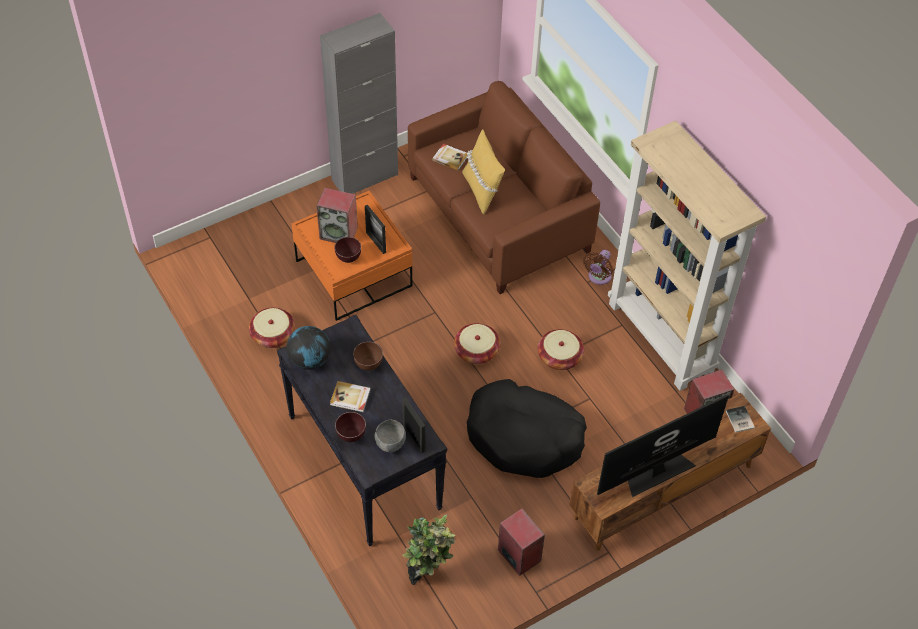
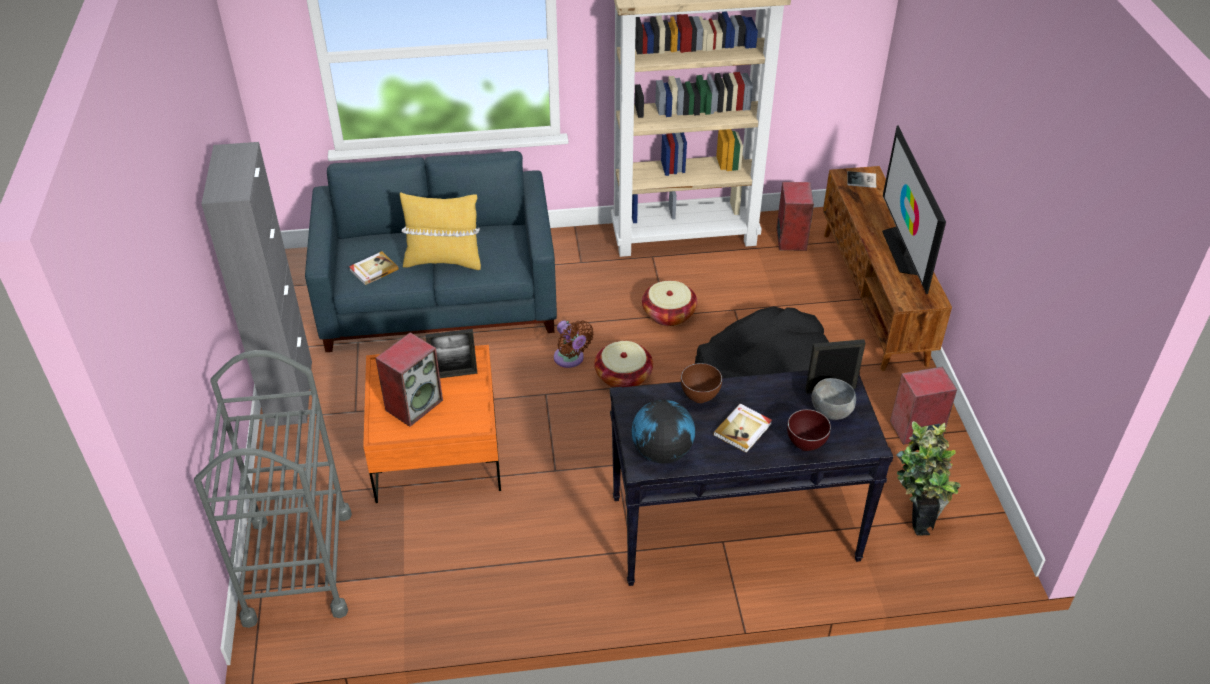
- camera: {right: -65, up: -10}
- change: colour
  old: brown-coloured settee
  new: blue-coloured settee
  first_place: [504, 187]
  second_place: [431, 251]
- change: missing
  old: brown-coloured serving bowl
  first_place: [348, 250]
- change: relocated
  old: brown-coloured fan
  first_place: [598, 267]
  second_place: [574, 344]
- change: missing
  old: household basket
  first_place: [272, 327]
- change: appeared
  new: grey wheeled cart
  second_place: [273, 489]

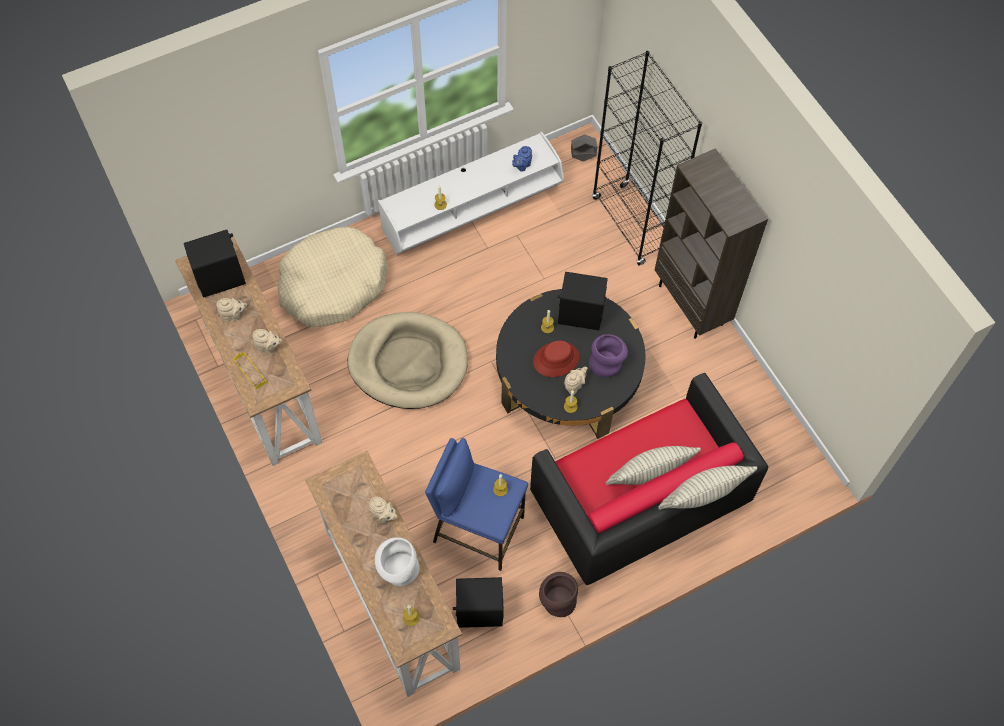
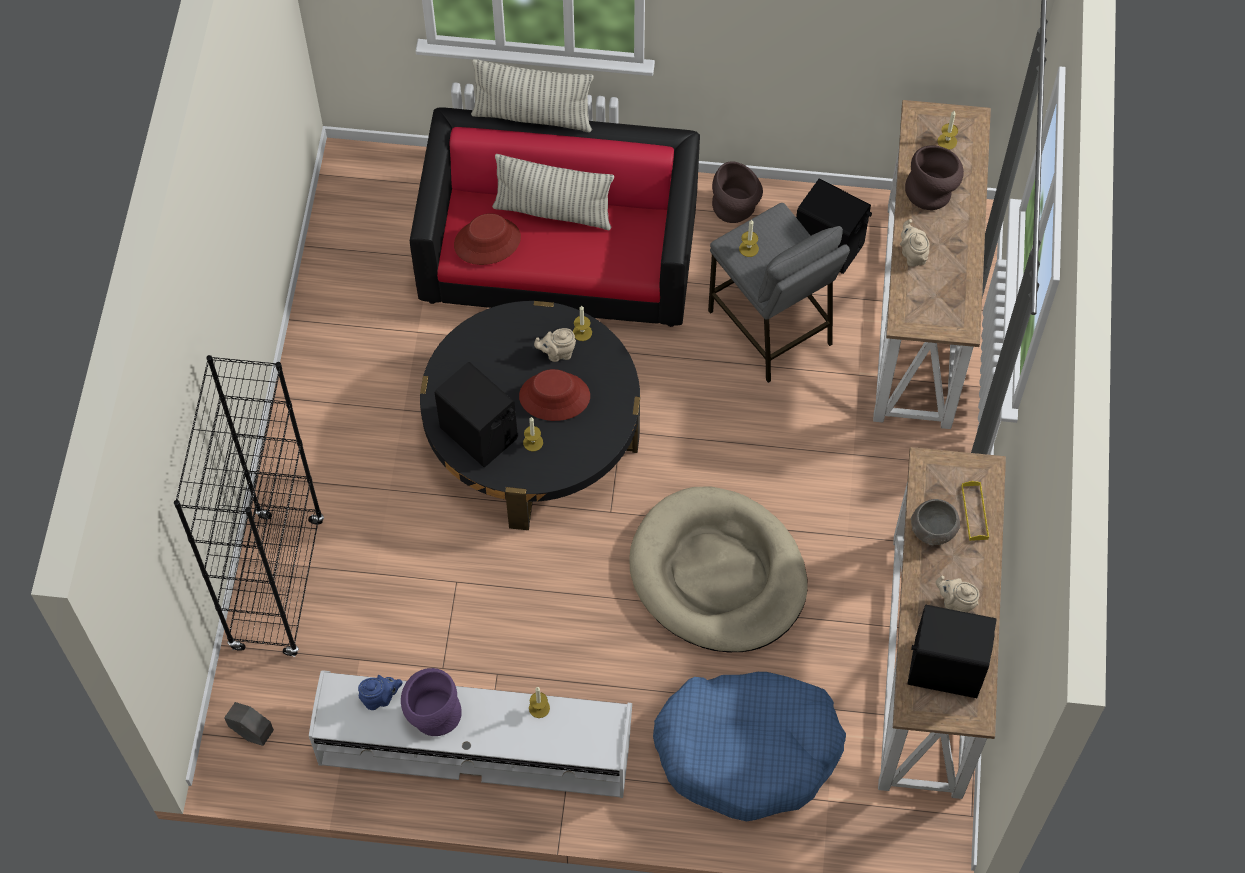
- camera: {right: -145, up: 0}
- change: missing
  old: brown-coloured bookcase
  first_place: [711, 243]
- change: colour
  old: sand-coloured dog cushion
  new: blue-coloured dog cushion
  first_place: [333, 277]
  second_place: [749, 746]
- change: exchanged
  old: sand-coloured pot for tea
  new: grey serving bowl
  first_place: [268, 341]
  second_place: [935, 522]
- change: relocated
  old: purple vase
  first_place: [608, 355]
  second_place: [431, 702]
- change: colour
  old: blue-coloured stool seat
  new: grey stool seat
  first_place: [476, 504]
  second_place: [779, 293]
- change: colour
  old: white vase
  new: brown-coloured vase
  first_place: [397, 561]
  second_place: [934, 177]
- change: appeared
  new: red-coloured clothing hat
  second_place: [487, 239]

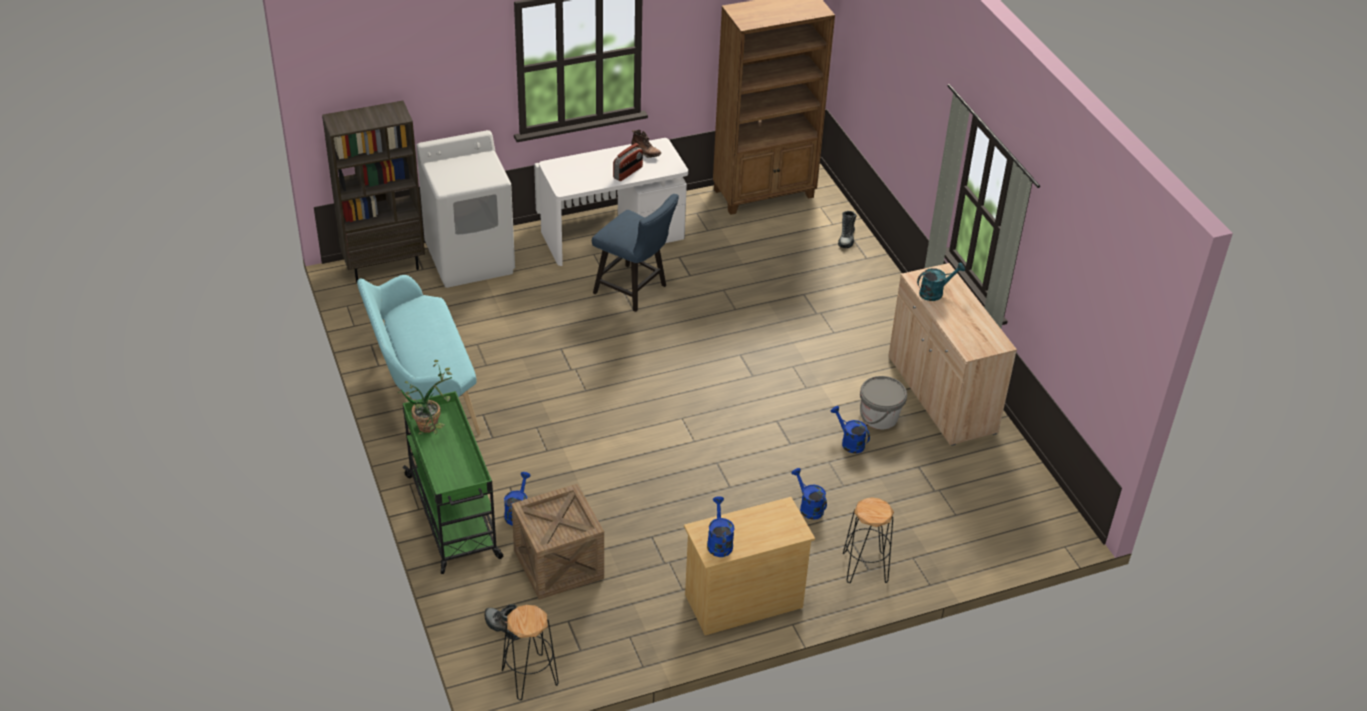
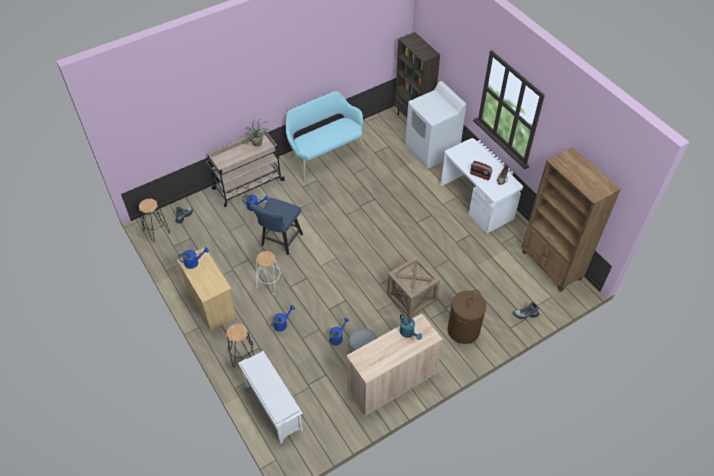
- camera: {right: 80, up: 10}
- change: relocated
  old: blue-coloured chair
  first_place: [635, 253]
  second_place: [276, 226]
- change: colour
  old: green wheeled cart
  new: sand-coloured wheeled cart
  first_place: [452, 482]
  second_place: [245, 168]
- change: relocated
  old: crate
  first_place: [558, 542]
  second_place: [413, 287]
- change: appeared
  new: white stool seat
  second_place: [269, 273]
- change: appeared
  new: brown-coloured hamper
  second_place: [467, 317]
- change: appeared
  new: white shoe shelf
  second_place: [270, 397]

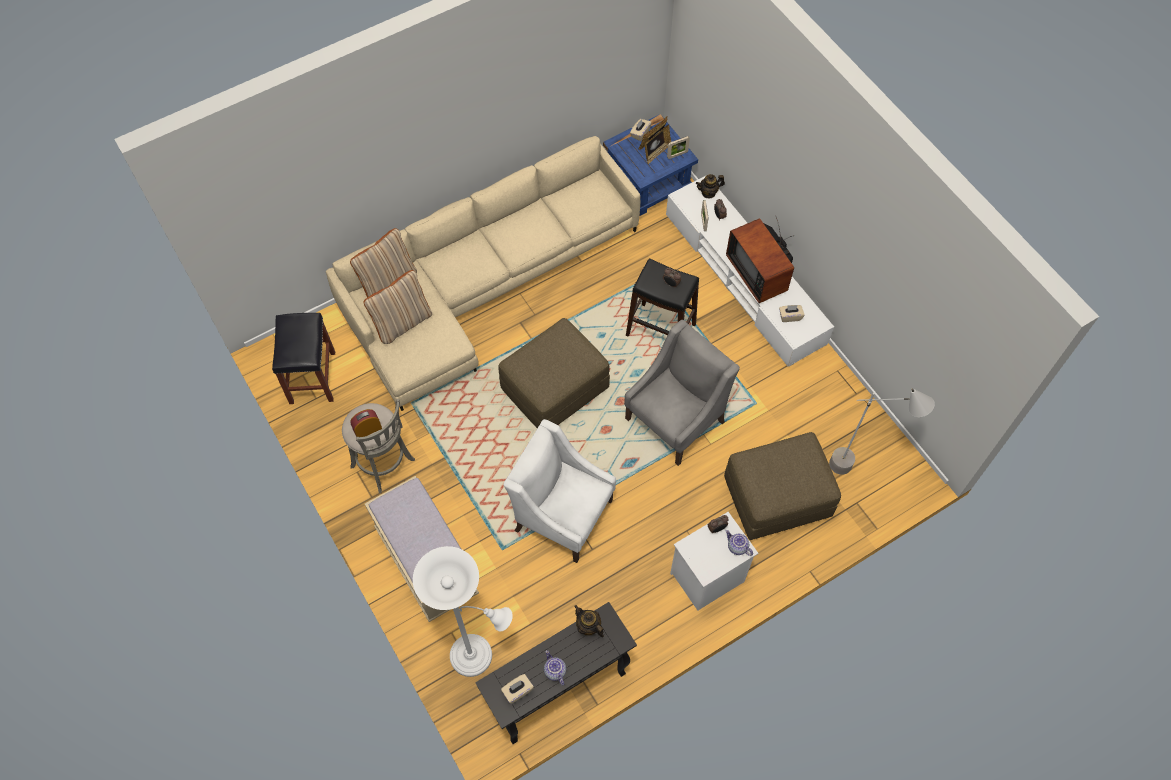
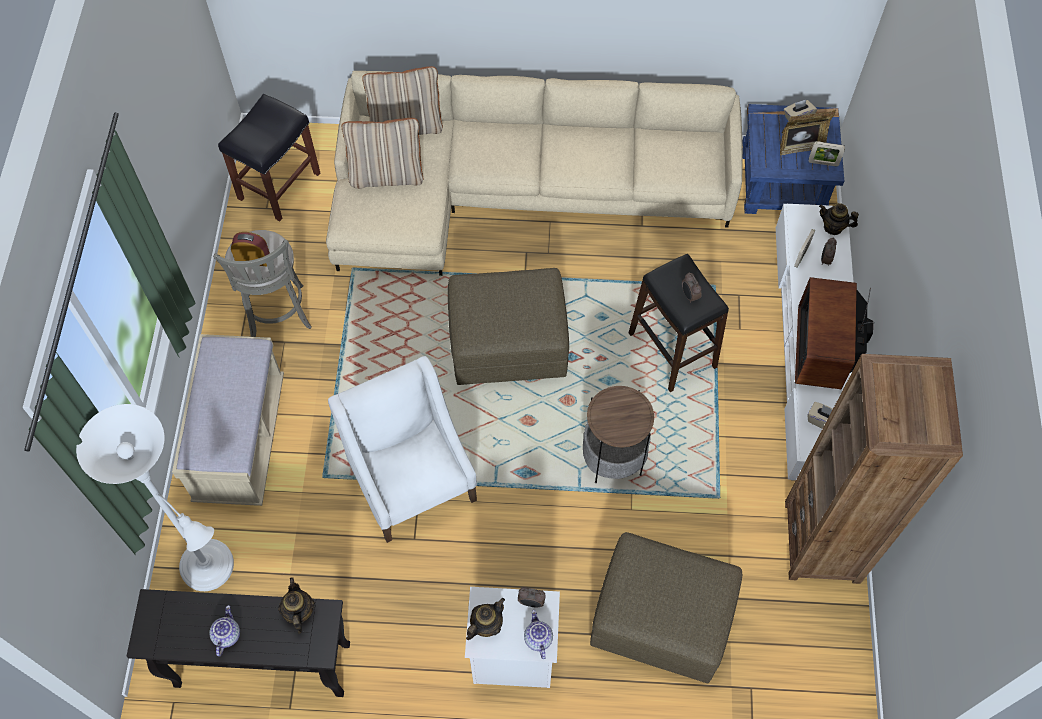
- camera: {right: 35, up: 0}
- change: exchanged
  old: grey easy chair
  new: side table
  first_place: [682, 393]
  second_place: [618, 434]
- change: missing
  old: grey standing lamp
  first_place: [882, 431]
- change: missing
  old: sand-coloured tissue box
  first_place: [517, 689]
- change: appeared
  new: brown-coloured bookcase
  second_place: [874, 469]
- change: appeared
  new: pot for tea
  second_place: [485, 619]

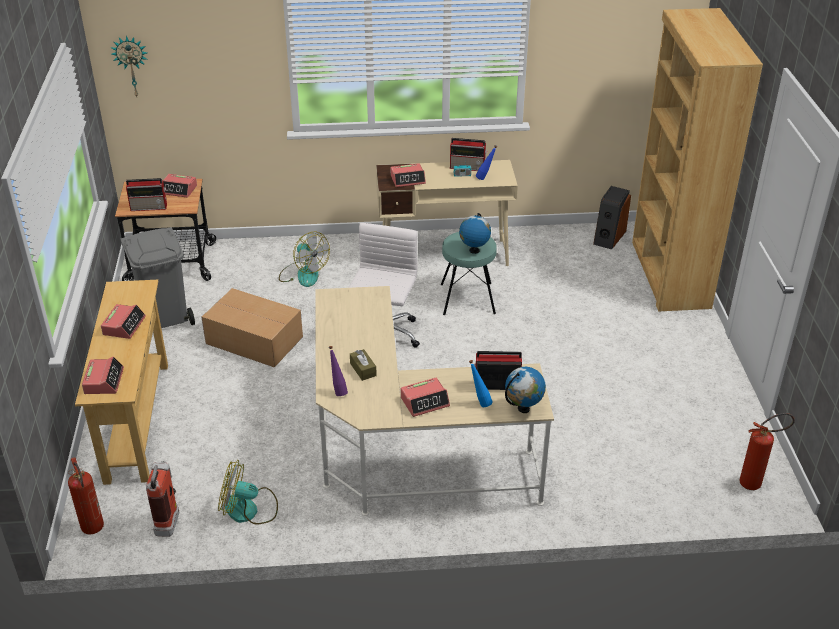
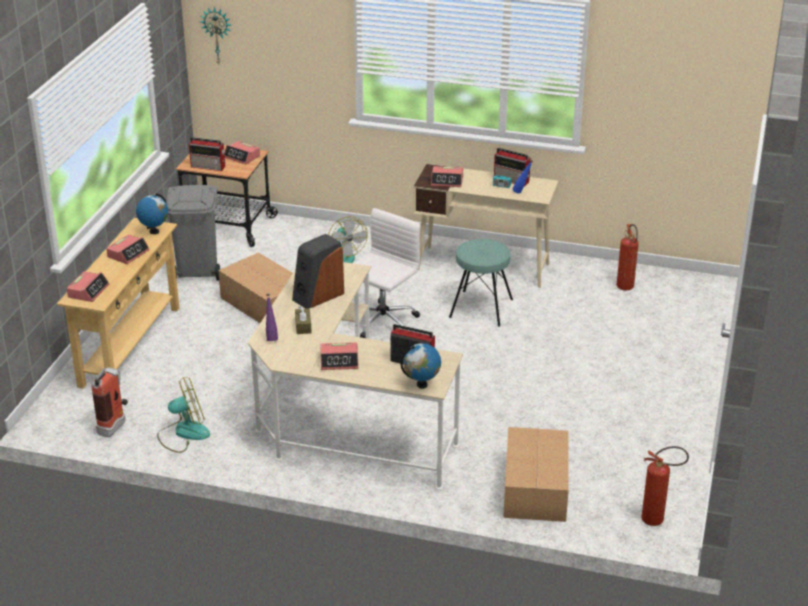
- camera: {right: 20, up: -5}
- change: missing
  old: brown-coloured bookcase
  first_place: [697, 160]
- change: relocated
  old: audio speaker
  first_place: [612, 217]
  second_place: [318, 271]
- change: relocated
  old: globe
  first_place: [475, 233]
  second_place: [152, 213]
- change: missing
  old: blue-coloured bottle
  first_place: [481, 383]
- change: relocated
  old: fire-fighting cylinder
  first_place: [86, 495]
  second_place: [628, 257]
- change: spun
  old: fan
  first_place: [248, 492]
  second_place: [183, 415]
  degrees: 135
- change: appeared
  new: packing box
  second_place: [536, 474]

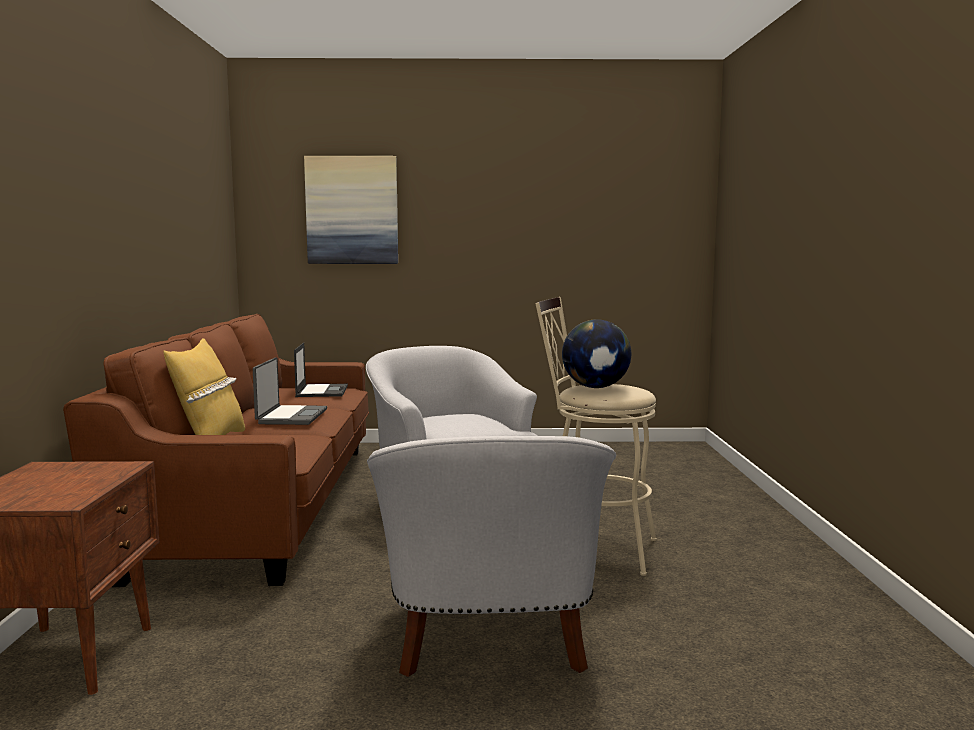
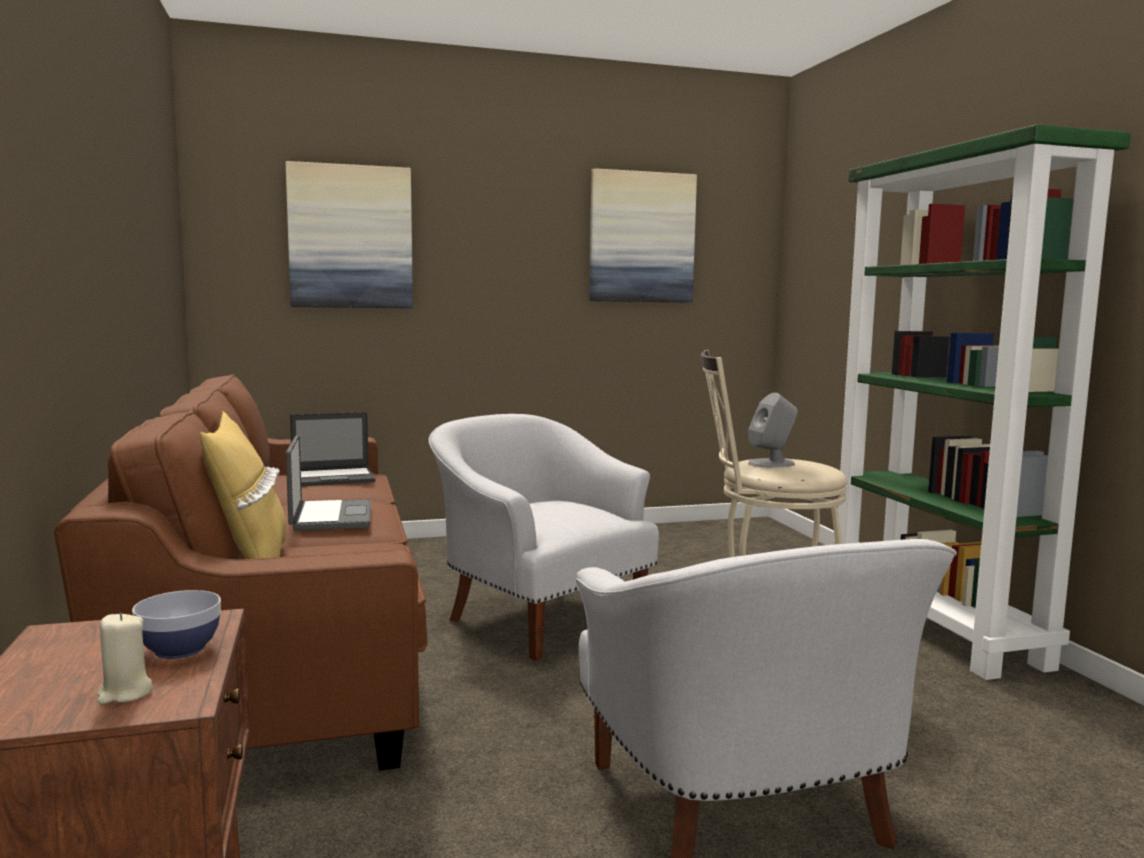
- camera: {right: -15, up: 0}
- change: exchanged
  old: globe
  new: grey audio speaker
  first_place: [596, 353]
  second_place: [773, 430]
- change: spun
  old: notebook computer
  first_place: [321, 370]
  second_place: [332, 449]
  degrees: 90
- change: appeared
  new: green bookcase
  second_place: [984, 402]
- change: appeared
  new: wall picture
  second_place: [643, 235]
- change: appeared
  new: serving bowl
  second_place: [176, 624]
- change: appeared
  new: sand-coloured wax light
  second_place: [125, 658]

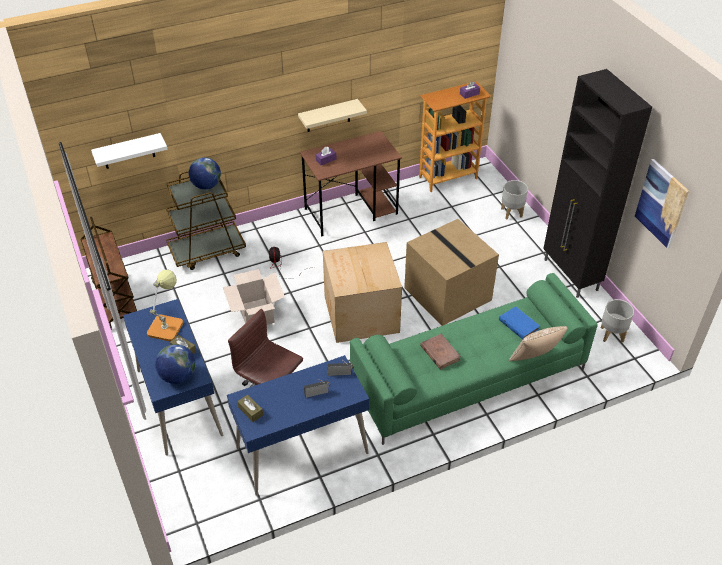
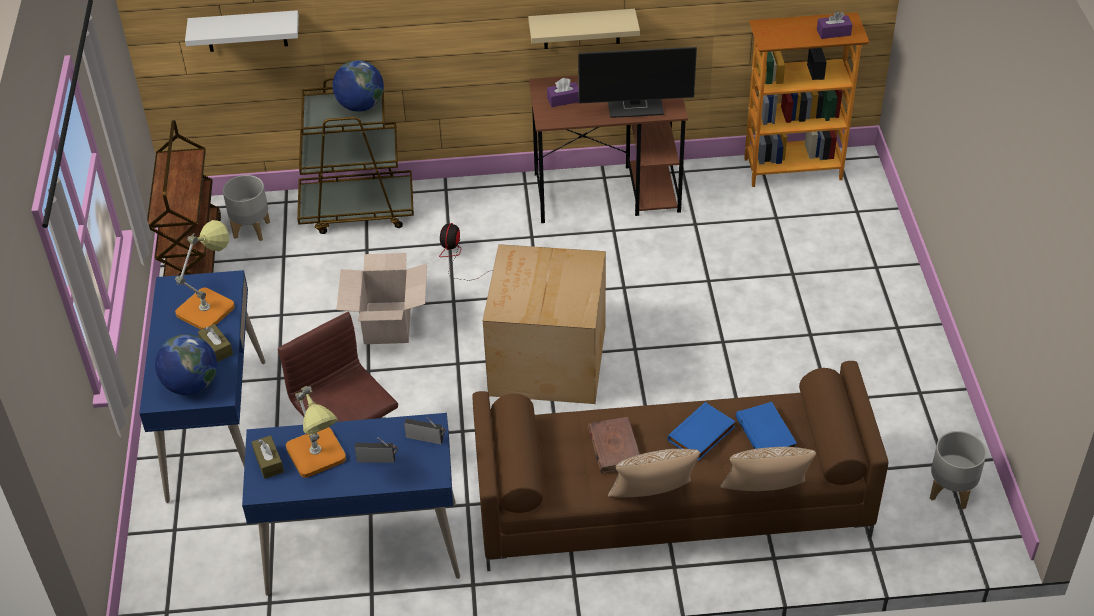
- camera: {right: 20, up: 0}
- change: missing
  old: blackish cabinet
  first_place: [597, 183]
- change: missing
  old: wall picture
  first_place: [662, 204]
- change: relocated
  old: grey planter
  first_place: [514, 199]
  second_place: [246, 208]
- change: missing
  old: packing box
  first_place: [451, 272]
- change: colour
  old: green settee
  new: brown-coloured settee
  first_place: [474, 359]
  second_place: [680, 466]
- change: appeared
  new: computer screen
  second_place: [637, 82]
- change: appeared
  new: lamp for a table
  second_place: [316, 432]
- change: appeared
  new: blue-coloured book
  second_place: [702, 431]
- change: appeared
  new: throw pillow
  second_place: [654, 473]

